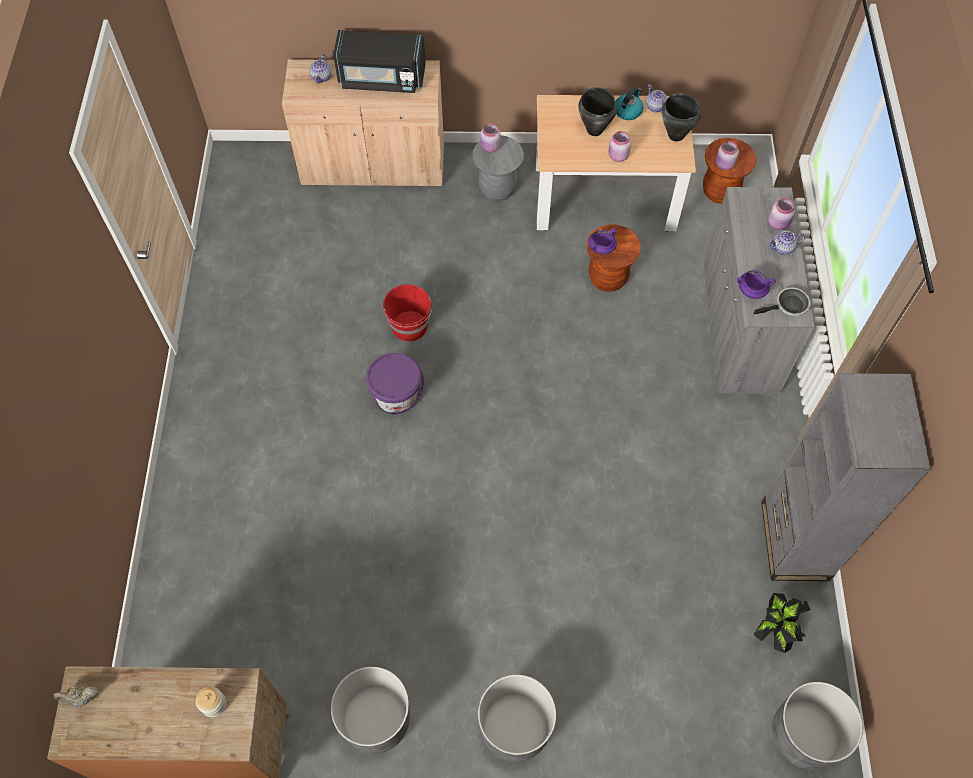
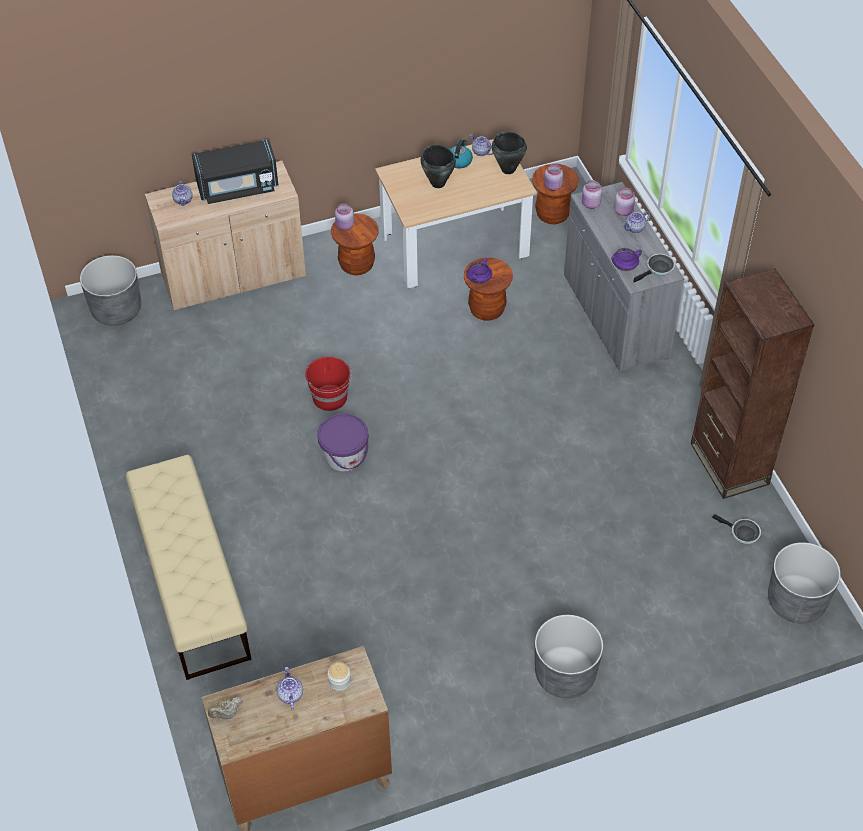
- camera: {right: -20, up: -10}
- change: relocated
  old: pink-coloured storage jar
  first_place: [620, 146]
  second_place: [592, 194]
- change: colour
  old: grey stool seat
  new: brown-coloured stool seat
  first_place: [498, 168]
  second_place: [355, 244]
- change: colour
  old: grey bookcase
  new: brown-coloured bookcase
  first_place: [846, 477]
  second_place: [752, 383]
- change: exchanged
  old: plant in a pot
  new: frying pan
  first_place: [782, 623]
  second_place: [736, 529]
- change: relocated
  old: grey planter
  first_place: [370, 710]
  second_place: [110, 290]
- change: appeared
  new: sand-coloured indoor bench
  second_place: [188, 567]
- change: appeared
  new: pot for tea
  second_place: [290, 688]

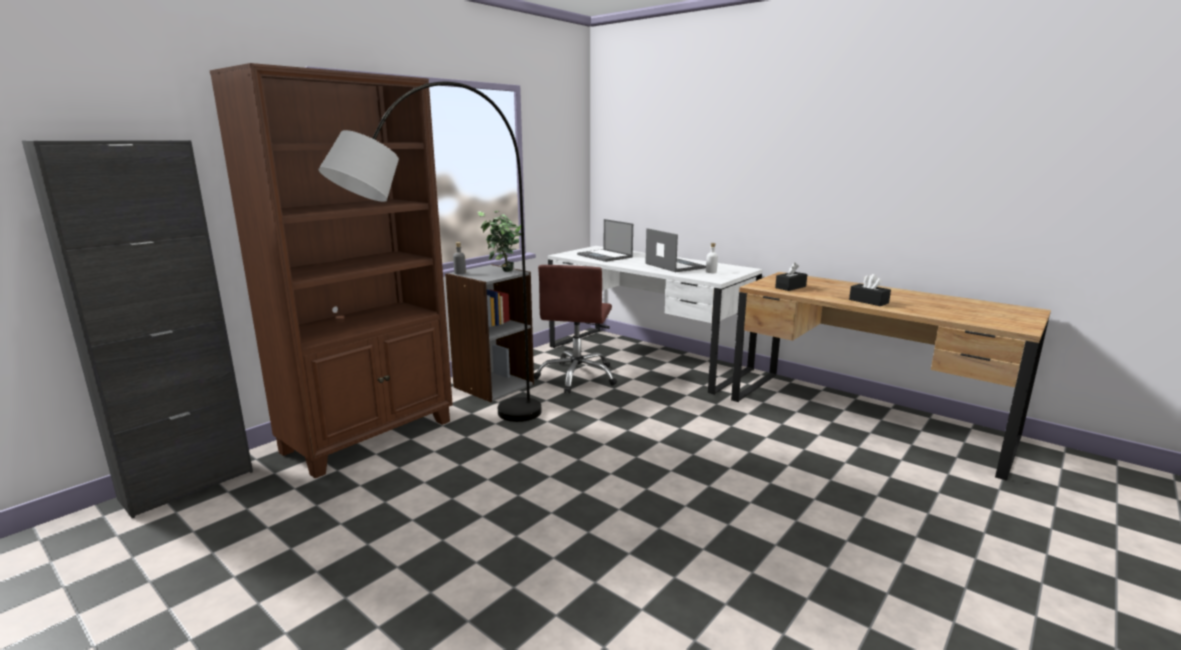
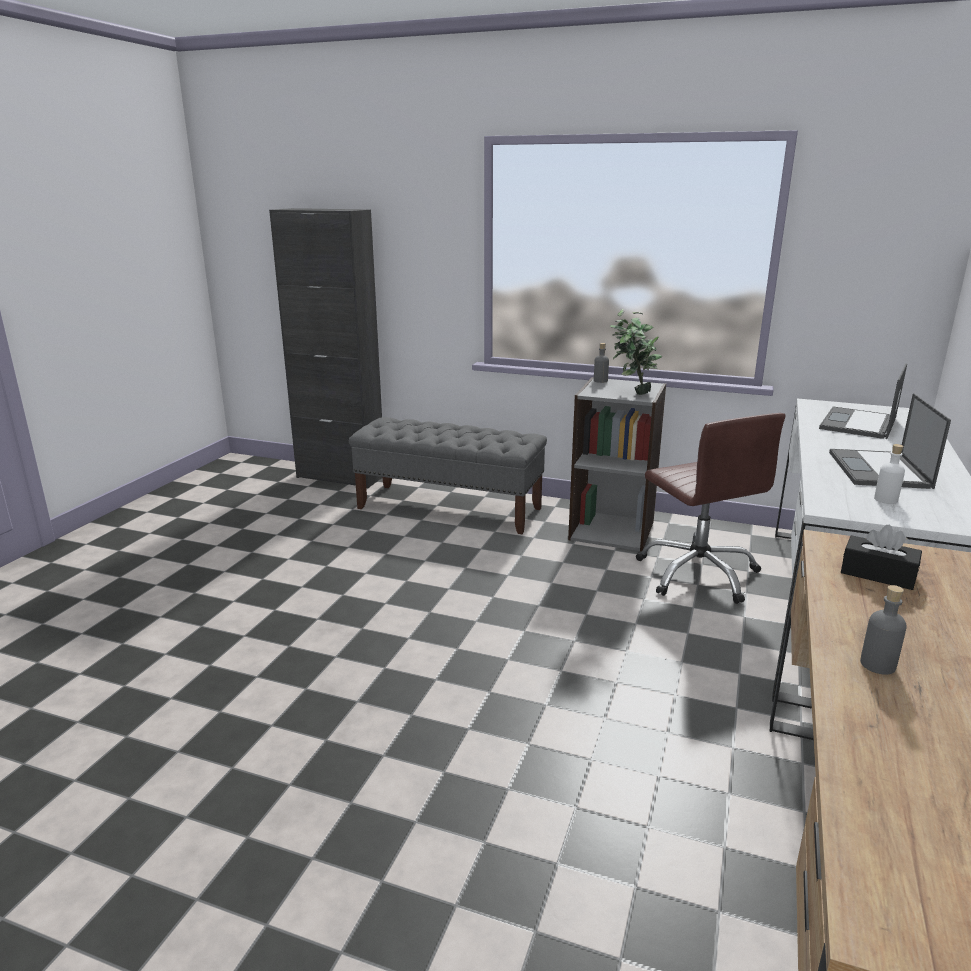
- camera: {right: 70, up: 5}
- change: exchanged
  old: brown-coloured bookcase
  new: grey indoor bench
  first_place: [331, 270]
  second_place: [448, 475]
- change: missing
  old: grey standing lamp
  first_place: [429, 252]
- change: spun
  old: notebook computer
  first_place: [675, 250]
  second_place: [890, 441]
  degrees: 150
- change: spun
  old: brown-coloured computer chair
  first_place: [575, 329]
  second_place: [710, 508]
  degrees: -105
- change: exchanged
  old: blackish tissue box
  new: grey bottle
  first_place: [870, 290]
  second_place: [883, 630]

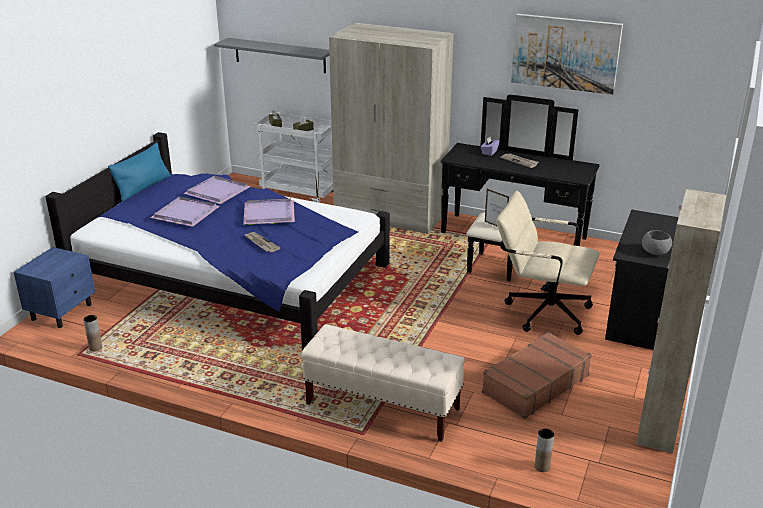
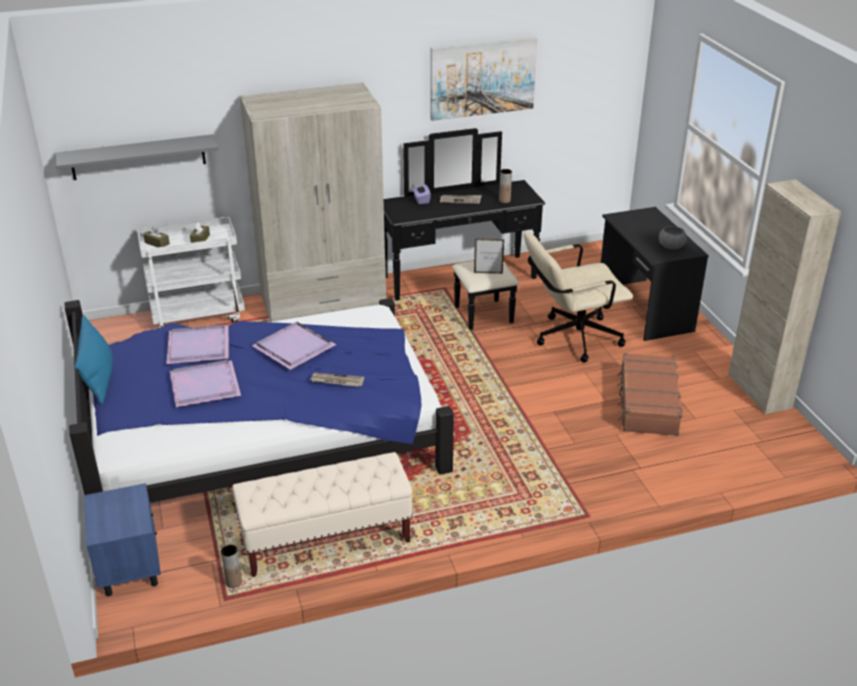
- camera: {right: -40, up: 5}
- change: relocated
  old: sand-coloured indoor bench
  first_place: [383, 383]
  second_place: [323, 514]
- change: relocated
  old: brown-coloured vase
  first_place: [544, 450]
  second_place: [505, 186]

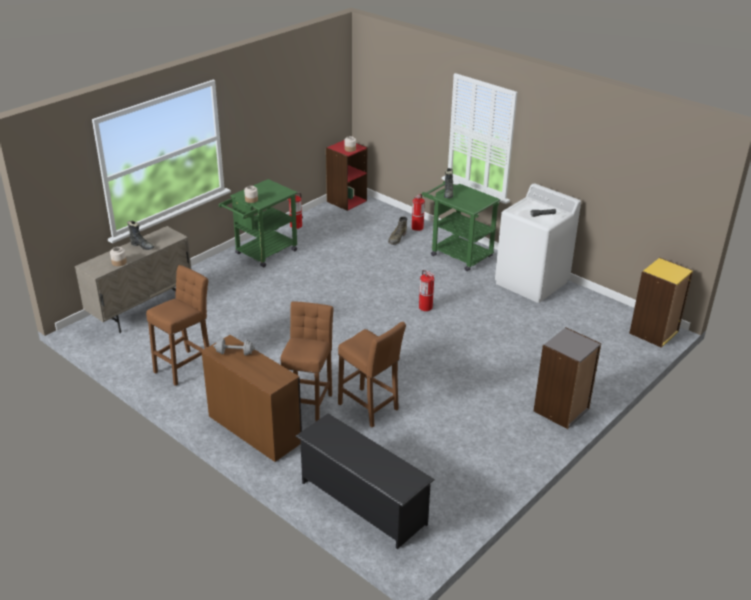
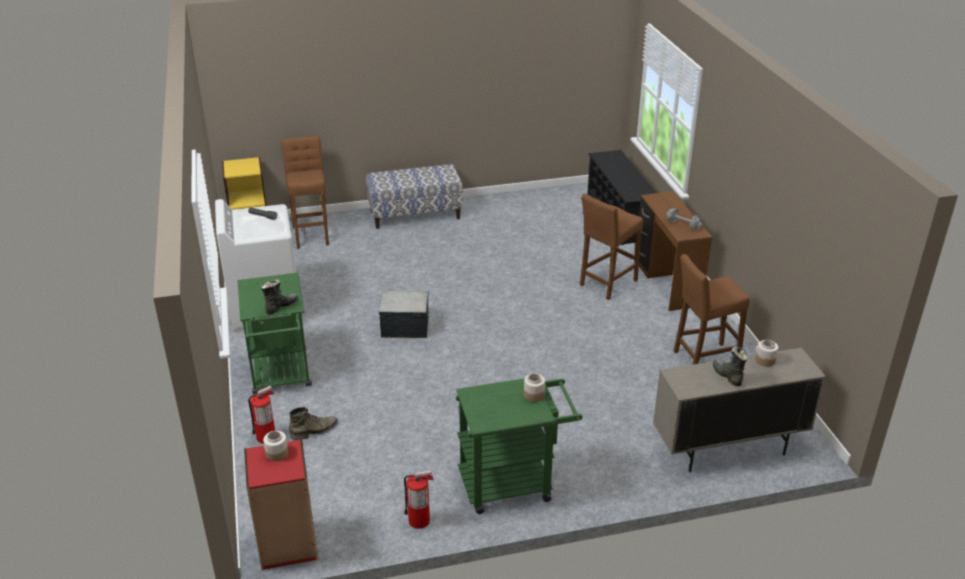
- camera: {right: -145, up: 0}
- change: exchanged
  old: fire-fighting cylinder
  new: storage container
  first_place: [427, 290]
  second_place: [404, 314]
- change: relocated
  old: brown-coloured stool seat
  first_place: [372, 375]
  second_place: [305, 192]
- change: exchanged
  old: grey bookcase
  new: indoor bench
  first_place: [567, 378]
  second_place: [414, 196]

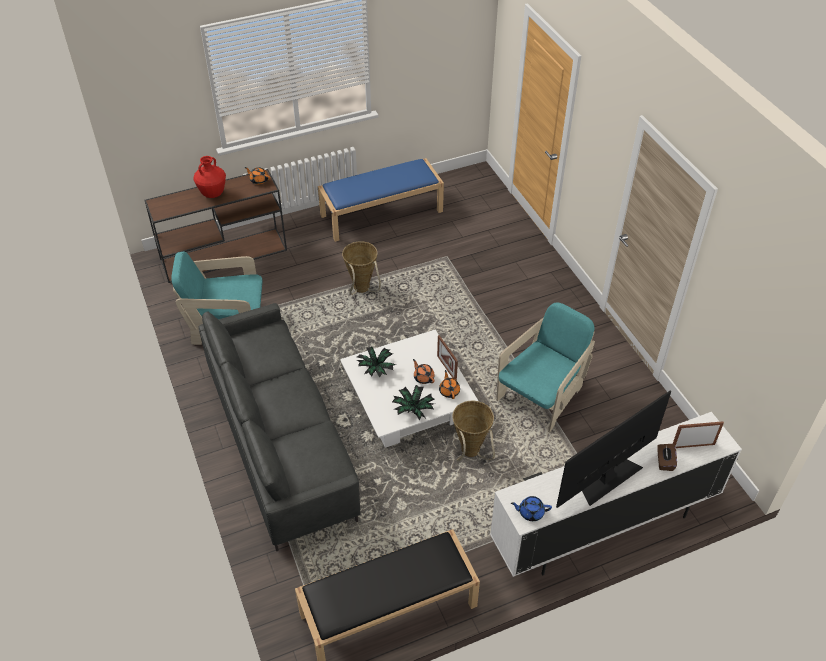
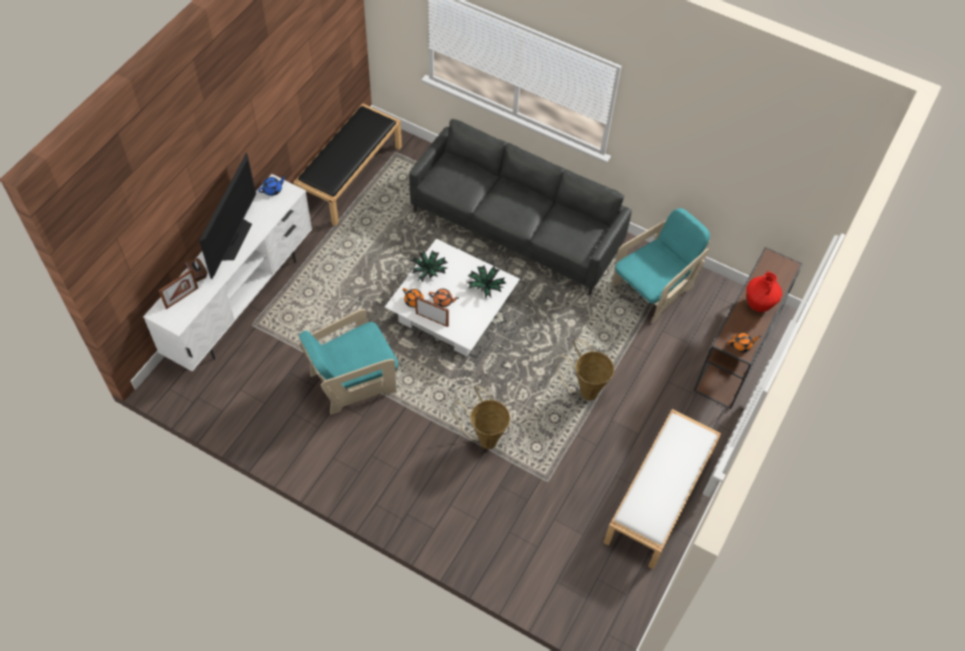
- camera: {right: 140, up: 10}
- change: colour
  old: blue-coloured indoor bench
  new: white indoor bench
  first_place: [381, 200]
  second_place: [662, 489]
- change: spun
  old: turquoise-coloured easy chair
  first_place: [545, 367]
  second_place: [348, 362]
  degrees: 60
- change: relocated
  old: household basket
  first_place: [473, 431]
  second_place: [481, 417]

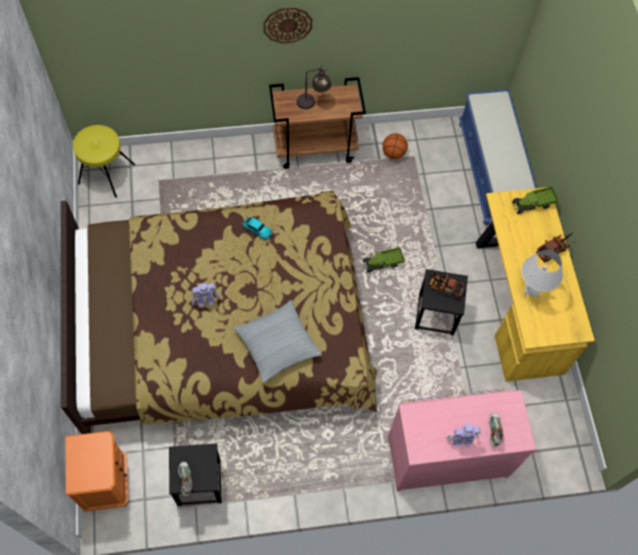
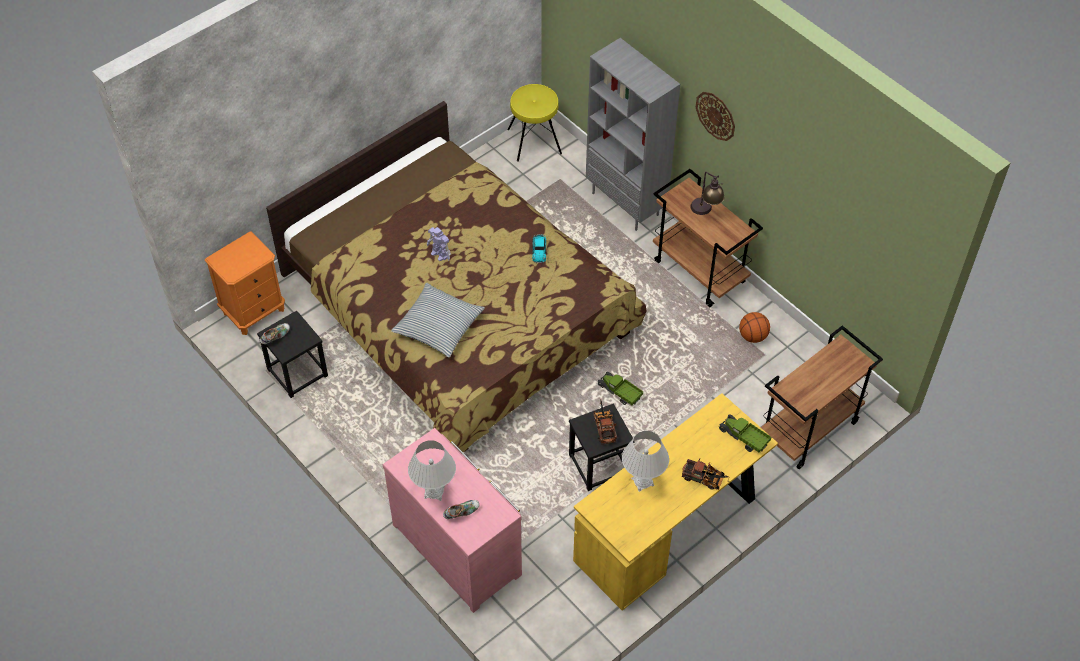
- camera: {right: 60, up: -10}
- change: exchanged
  old: blue-coloured indoor bench
  new: brown-coloured wheeled cart
  first_place: [498, 157]
  second_place: [822, 397]
- change: exchanged
  old: robot figure
  new: white lamp for a table
  first_place: [463, 435]
  second_place: [432, 470]
- change: appeared
  new: grey bookcase
  second_place: [633, 134]

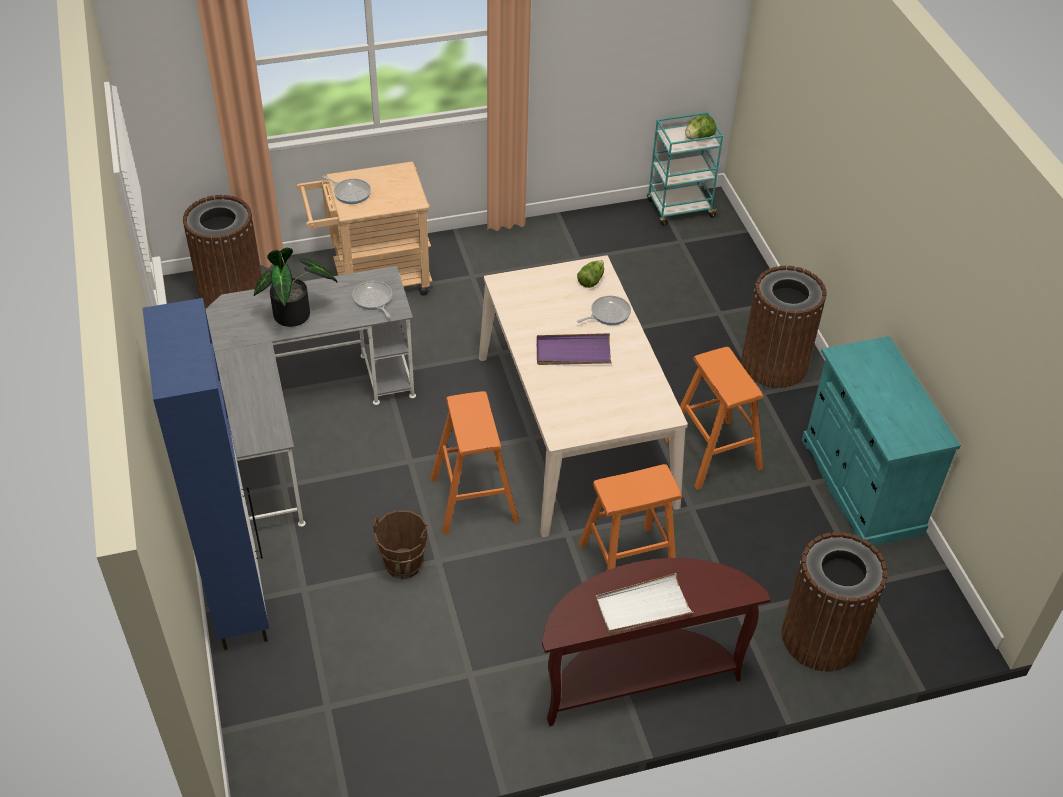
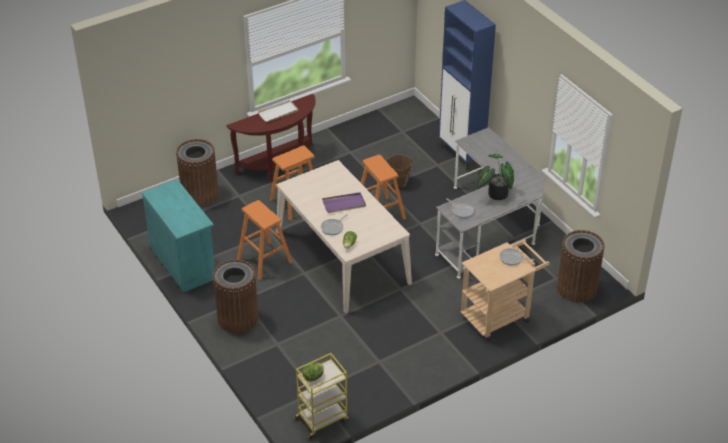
- camera: {right: 165, up: -5}
- change: colour
  old: turquoise-coloured wheeled cart
  new: yellowish wheeled cart
  first_place: [685, 168]
  second_place: [321, 396]

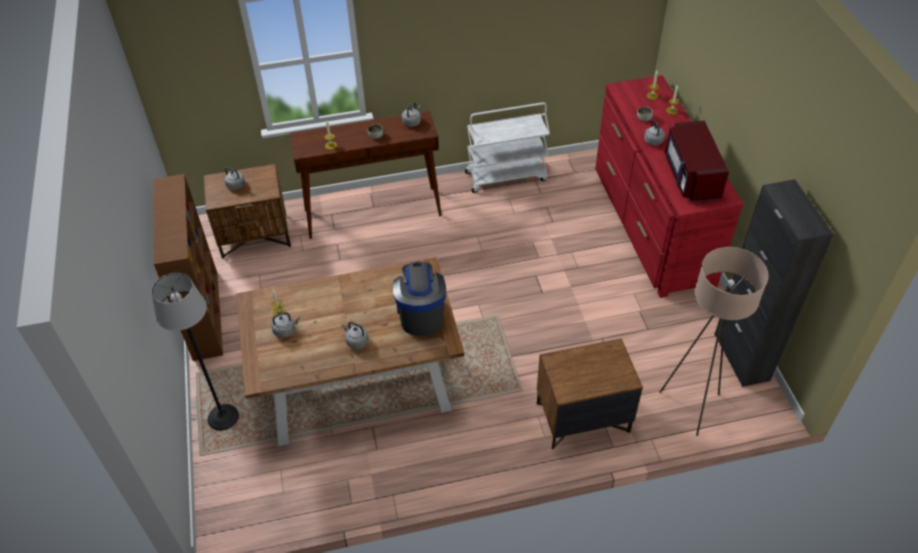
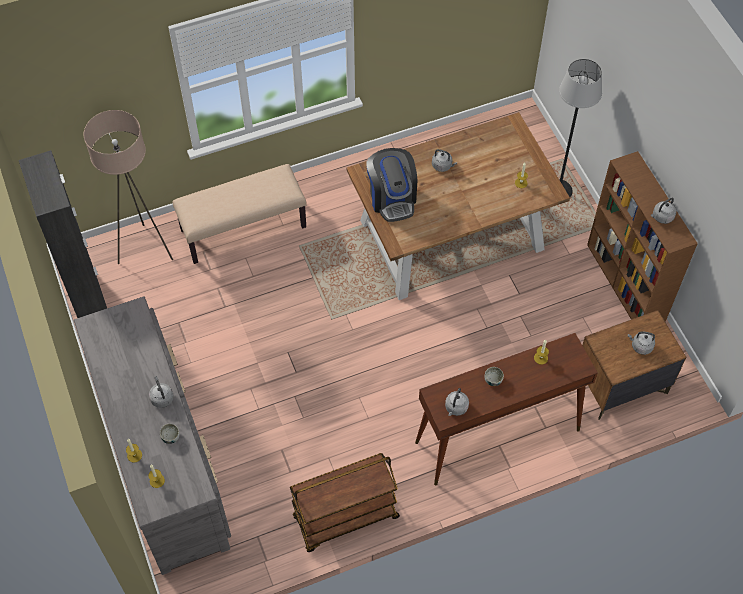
- camera: {right: 170, up: 10}
- change: colour
  old: red-coloured dresser
  new: grey dresser
  first_place: [669, 186]
  second_place: [152, 435]
- change: colour
  old: white wheeled cart
  new: brown-coloured wheeled cart
  first_place: [507, 147]
  second_place: [345, 502]
- change: missing
  old: red-coloured kitchen microwave
  first_place: [697, 161]
- change: relocated
  old: grey water kettle
  first_place: [285, 325]
  second_place: [663, 211]
- change: exchanged
  old: brown-coloured bedside table
  new: sand-coloured indoor bench
  first_place: [590, 393]
  second_place: [239, 214]

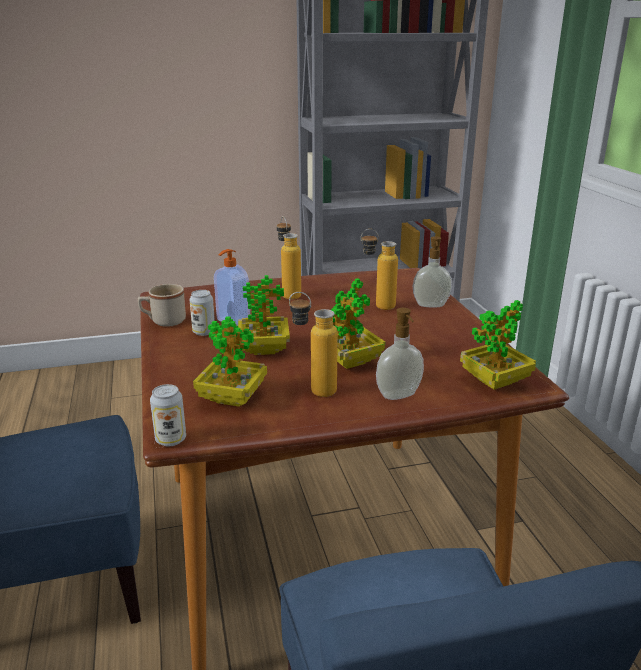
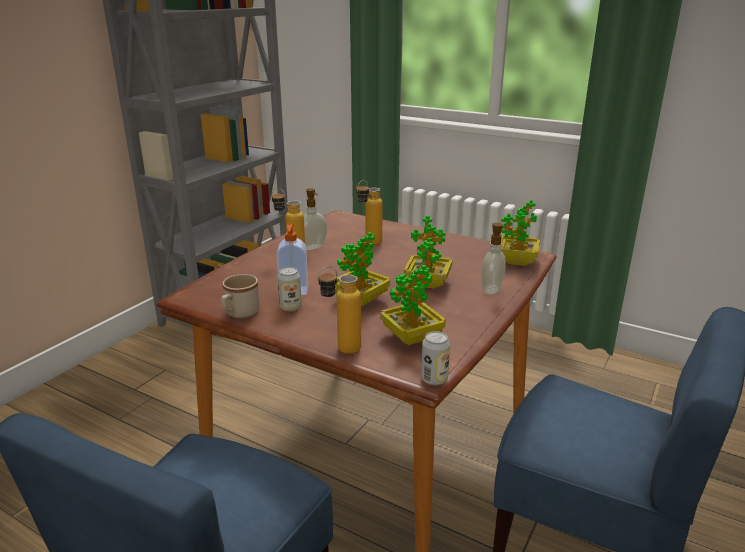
- camera: {right: -45, up: 0}
- change: relocated
  old: soap bottle
  first_place: [432, 271]
  second_place: [315, 219]
- change: relocated
  old: bottle
  first_place: [313, 344]
  second_place: [339, 310]

